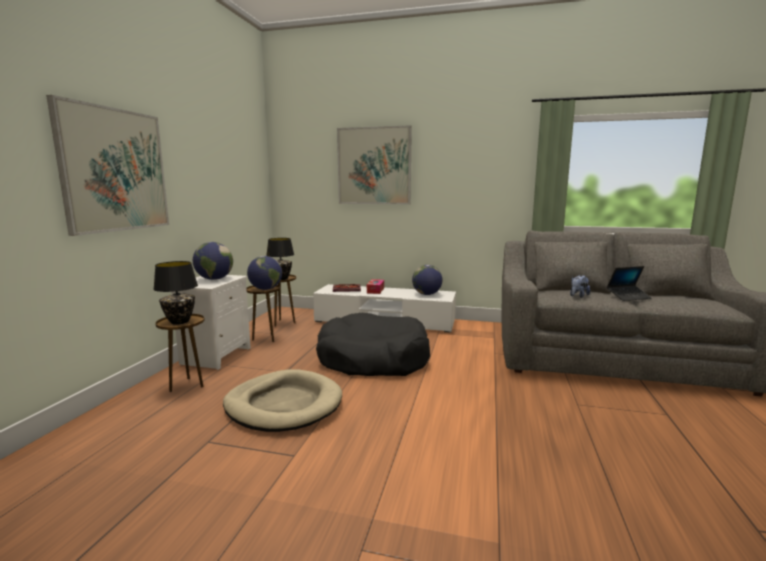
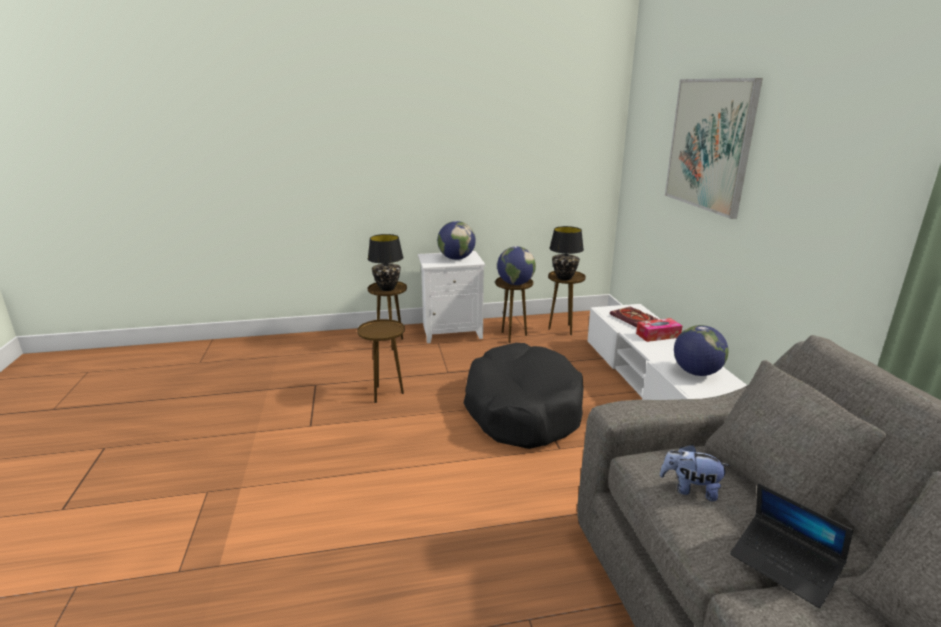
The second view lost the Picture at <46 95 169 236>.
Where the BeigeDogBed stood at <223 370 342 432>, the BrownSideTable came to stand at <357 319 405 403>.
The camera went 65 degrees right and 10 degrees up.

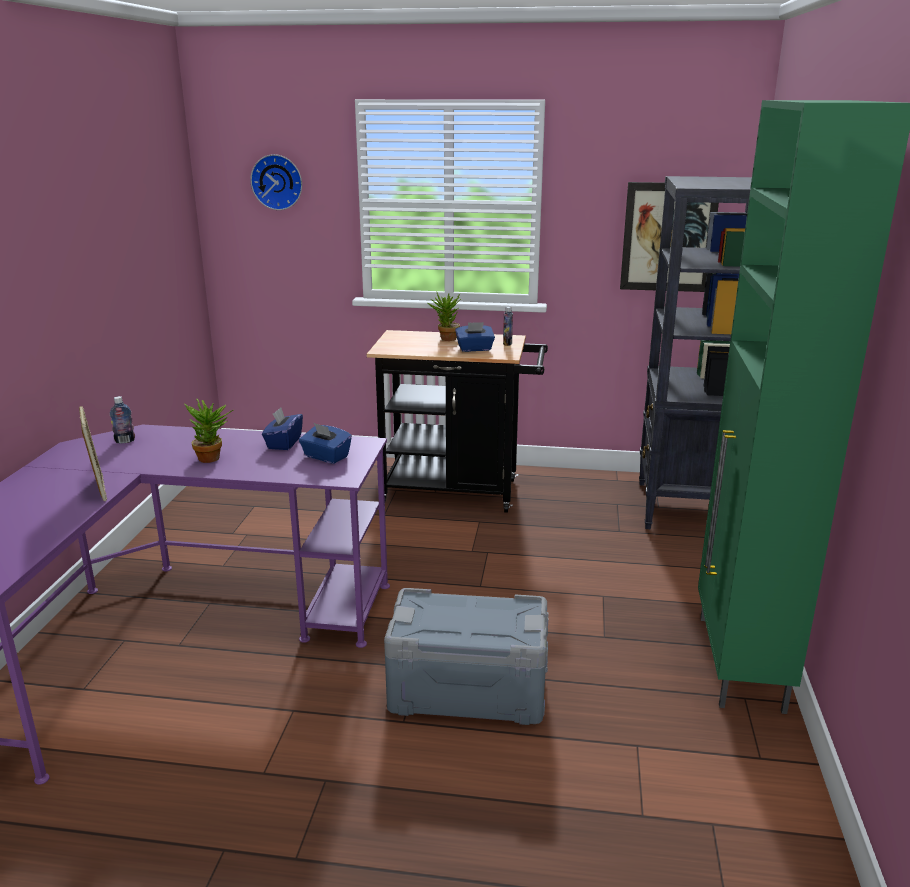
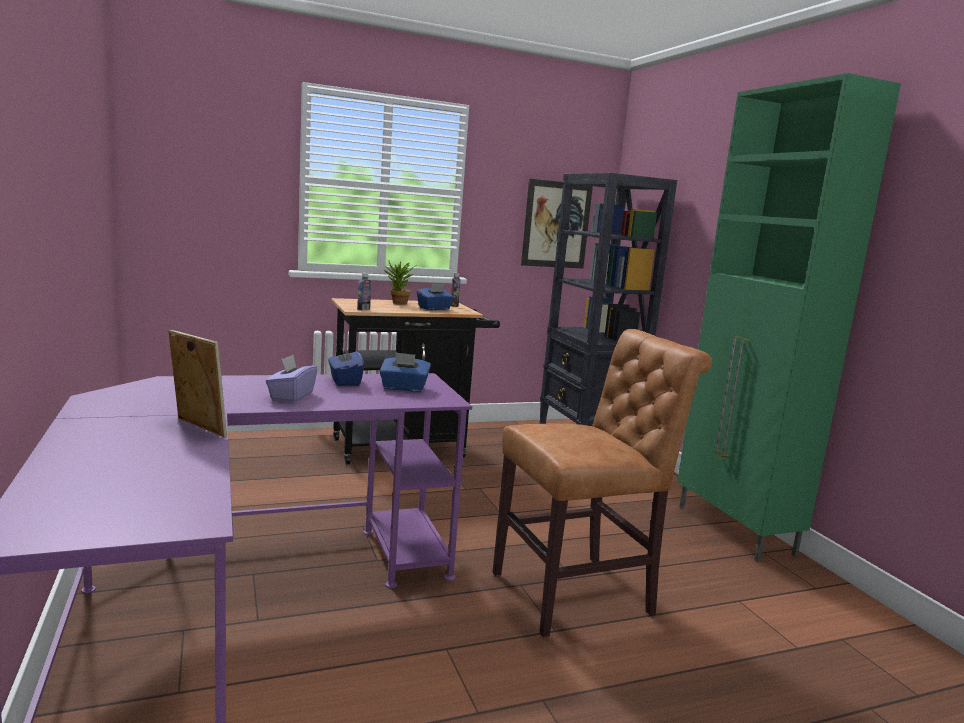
The second view lost the WallClock at <250 154 302 210>.
The Bottle ended up elsewhere, having gone from <110 396 135 443> to <357 273 371 310>.
Where the PottedPlant stood at <185 399 233 463>, the PurpleTissueBox came to stand at <266 355 317 403>.
Where the GreyStorageBox stood at <384 588 548 725>, the BrownChair came to stand at <493 329 712 637>.
The camera went 30 degrees left and 10 degrees down.

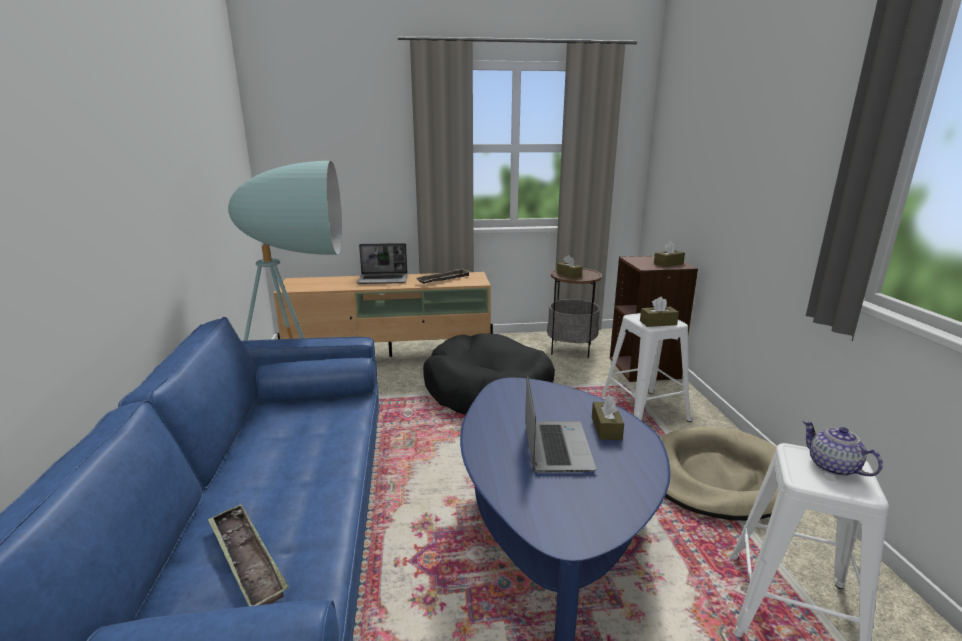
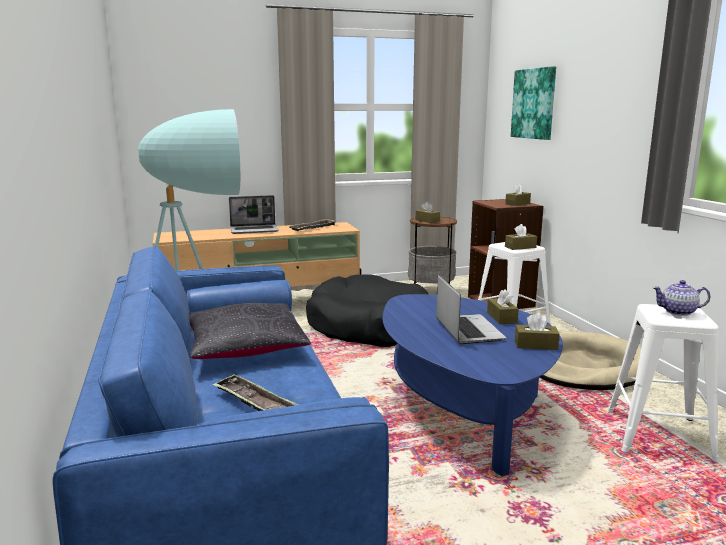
The Teapot at <802 420 883 476> ended up facing another way, 45 degrees counterclockwise from before.
The second view gained the Picture at <511 66 556 140>.
The second view gained the BlackPillow at <189 303 311 359>.
The second view gained the BrownTissueBox at <515 313 560 350>.
The camera went 10 degrees left and 5 degrees down.

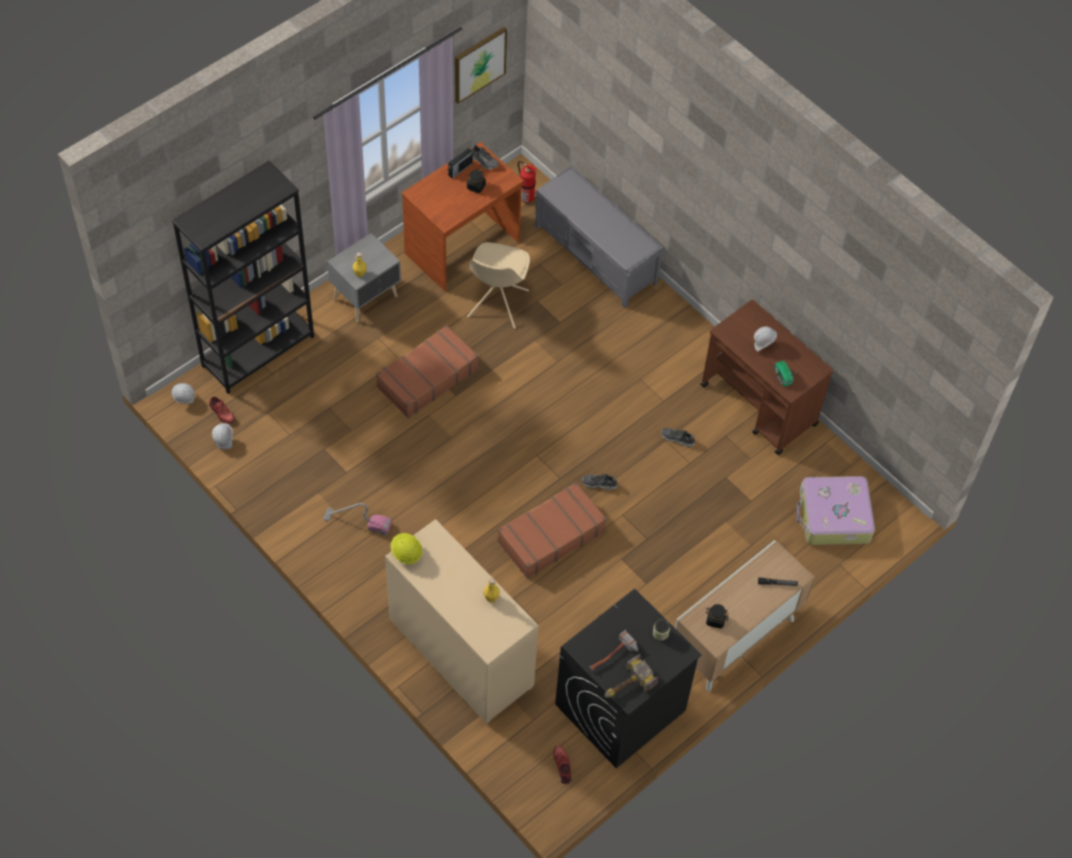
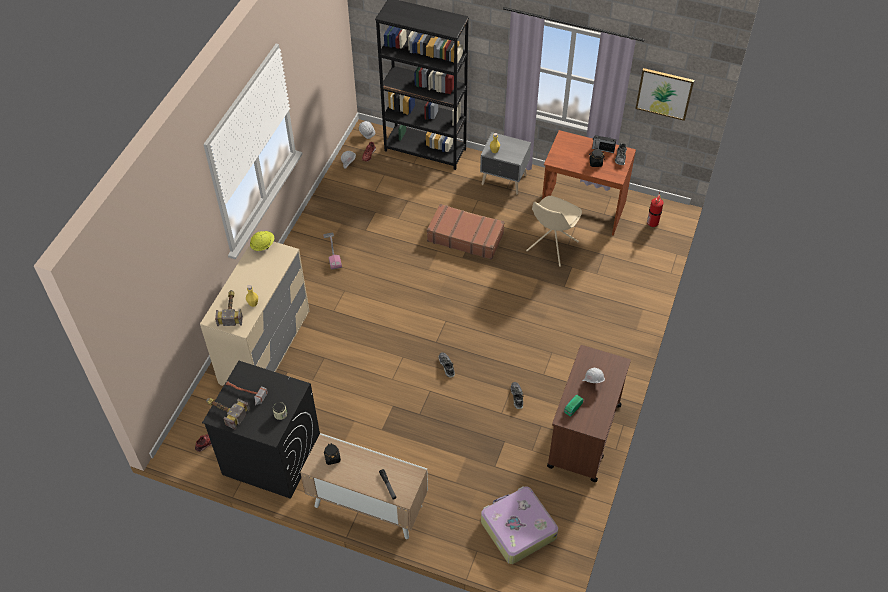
The second view lost the GreyBench at <535 166 664 308>.
The BeigeChair at <467 242 530 329> ended up facing another way, 45 degrees counterclockwise from before.
The second view lost the BrownSuitcase at <497 482 607 579>.
The second view gained the Hammer at <215 290 243 326>.
The camera went 65 degrees right and 5 degrees down.

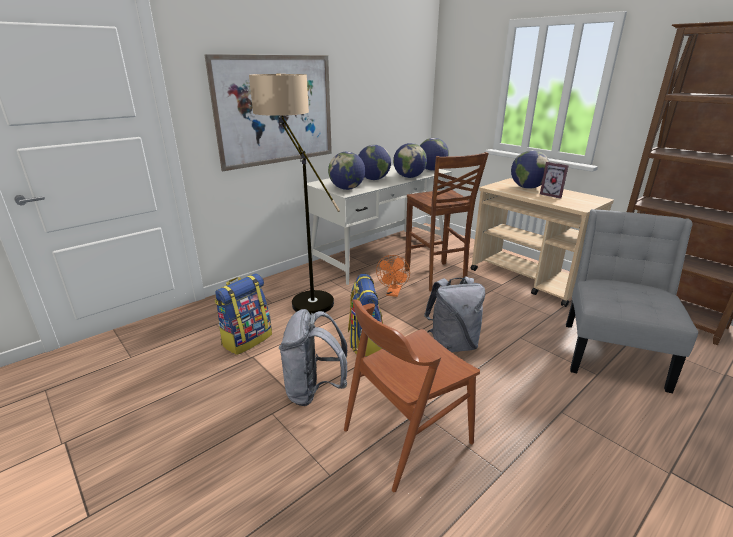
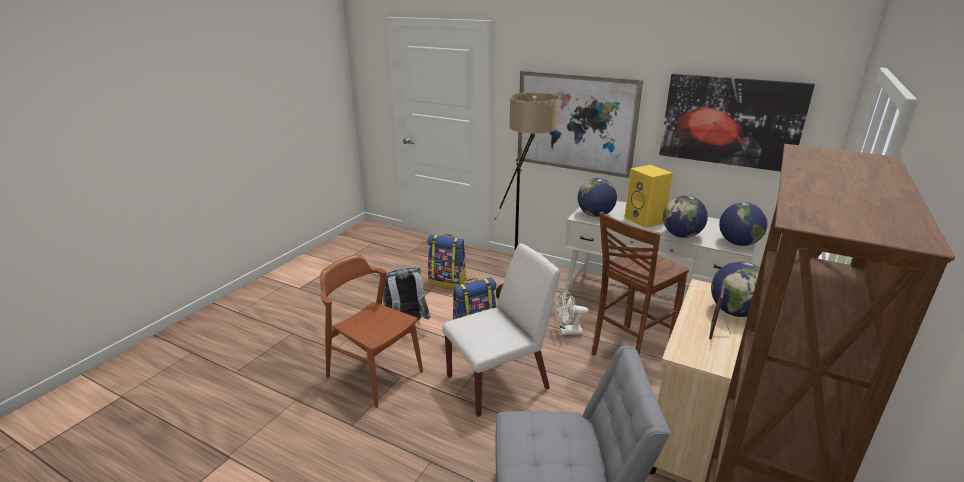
Where the Globe stood at <358 145 391 180>, the YellowSpeaker came to stand at <624 165 673 228>.
What was the OrangeFan at <376 255 410 297> turned into the WhiteFan at <555 290 588 335>.
Where the GreyBackpack stood at <424 276 485 352>, the WhiteChair came to stand at <443 243 560 417>.
The second view gained the Picture at <659 74 815 172>.
The camera went 70 degrees right and 0 degrees up.

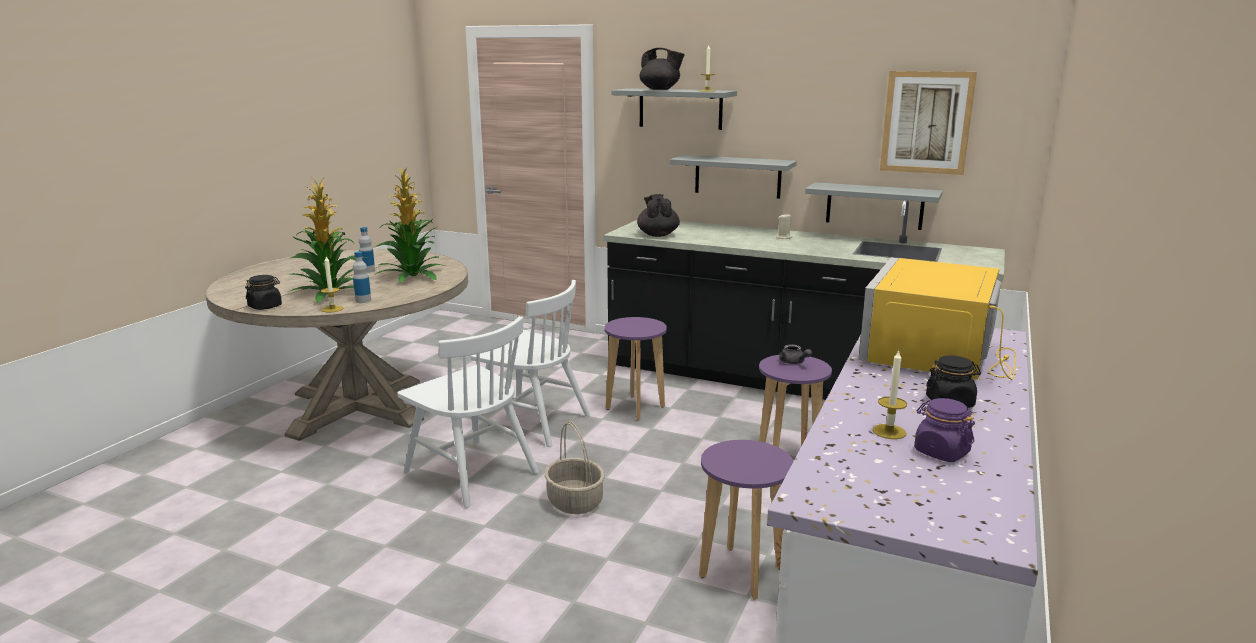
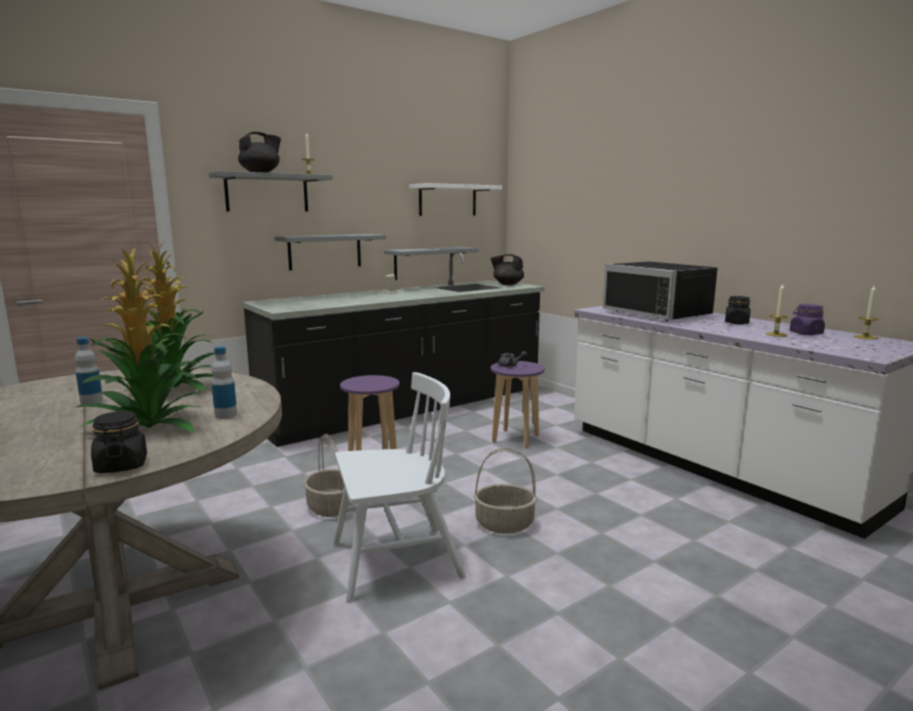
Where the Picture hung at <880 71 977 175>, the WhiteShelf came to hang at <409 183 502 216>.
The BlackTeapot ended up elsewhere, having gone from <637 194 680 237> to <491 254 524 285>.
The Candle ended up elsewhere, having gone from <321 256 343 313> to <854 286 879 340>.
What was the YellowMicrowave at <858 257 1017 380> turned into the BlackMicrowave at <603 262 718 321>.
Where the WhiteChair stood at <471 280 590 447>, the Basket came to stand at <304 434 353 517>.
The second view lost the PurpleStool at <699 440 793 599>.
The camera went 60 degrees left and 5 degrees down.

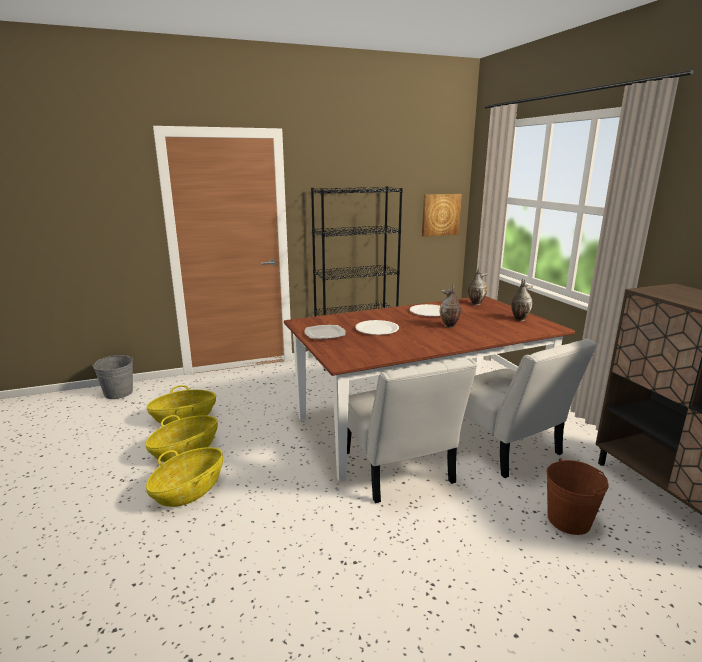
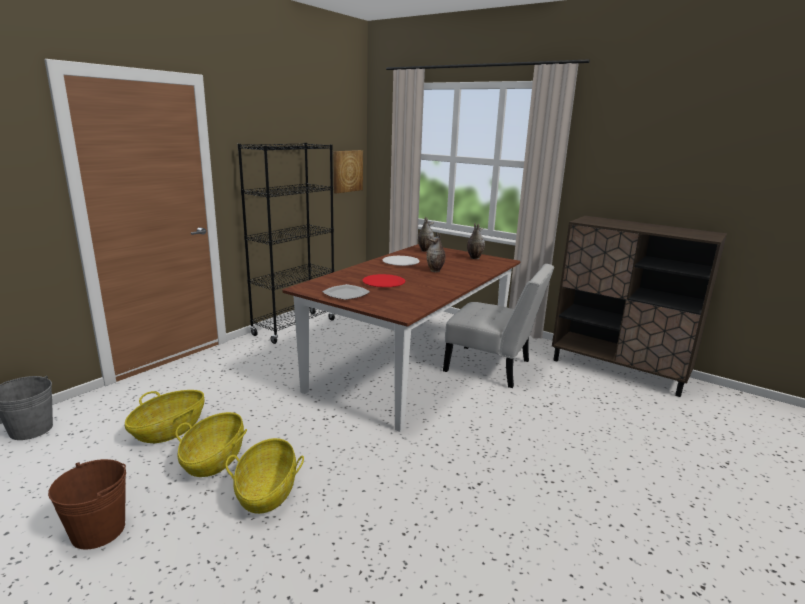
What was the WhitePlate at <355 320 399 335> turned into the RedPlate at <362 274 405 287>.
The second view lost the WhiteChair at <347 358 477 503>.
The BrownBucket ended up elsewhere, having gone from <546 458 608 535> to <48 459 126 550>.
The camera went 35 degrees left and 0 degrees up.

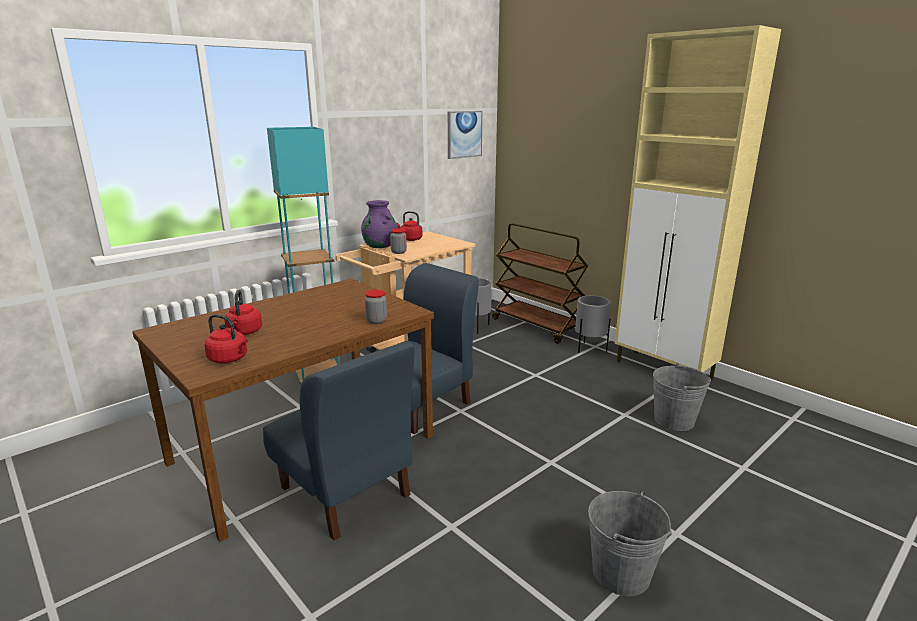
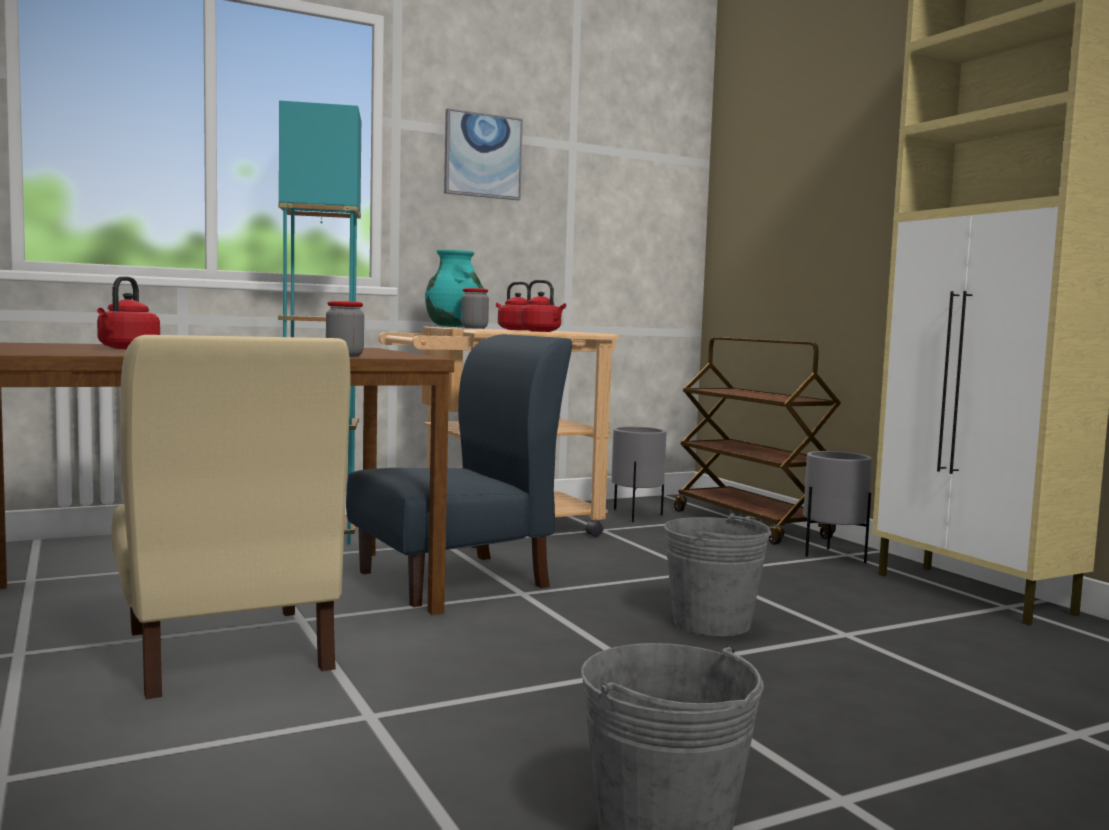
The Picture ended up elsewhere, having gone from <448 111 483 159> to <444 108 523 200>.
What was the PurpleVase at <361 200 398 248> turned into the TurquoiseVase at <425 250 487 327>.
The RedKettle ended up elsewhere, having gone from <205 314 248 363> to <520 280 566 332>.
What was the BlueChair at <263 342 415 541> turned into the BeigeChair at <111 335 351 699>.
The GreyBucket ended up elsewhere, having gone from <653 363 711 431> to <664 513 772 636>.
The camera went 15 degrees right and 15 degrees down.

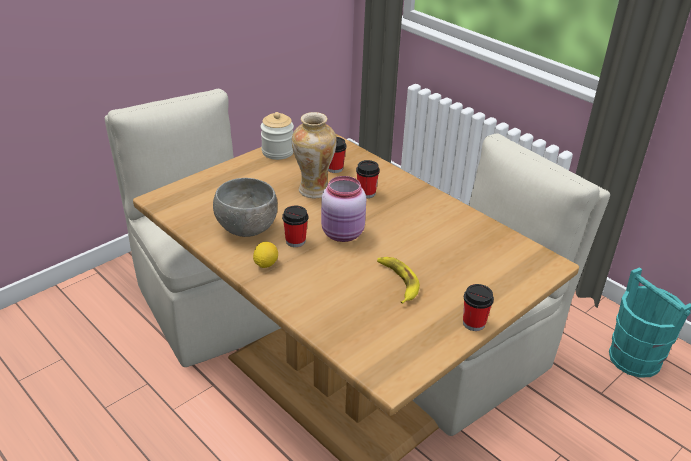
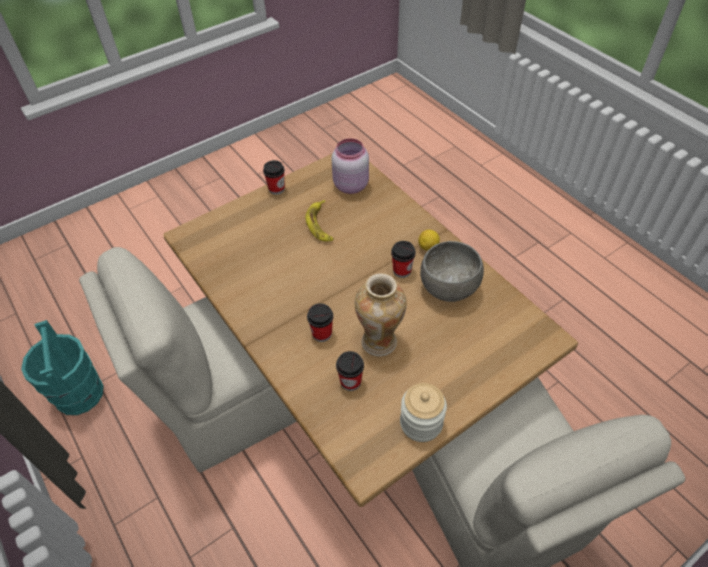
The PinkJar ended up elsewhere, having gone from <321 176 366 242> to <332 138 369 194>.
The camera went 170 degrees left and 15 degrees up.

